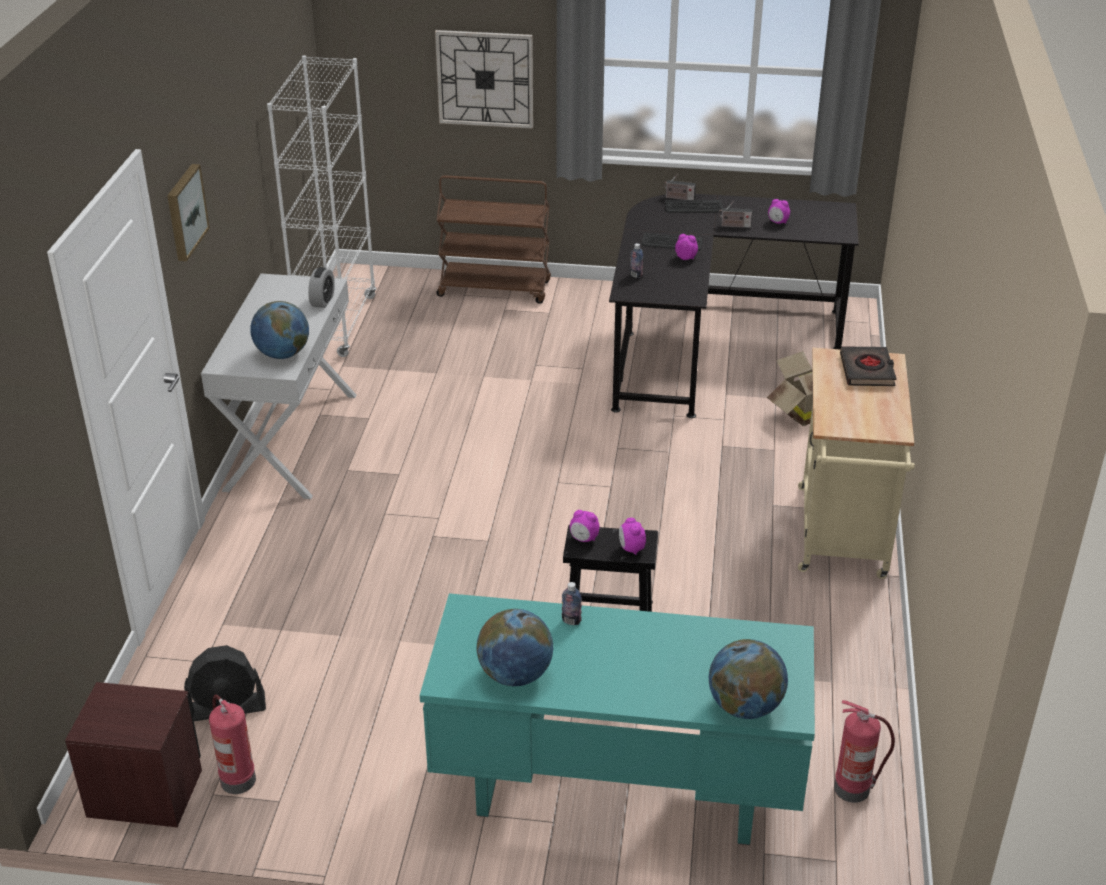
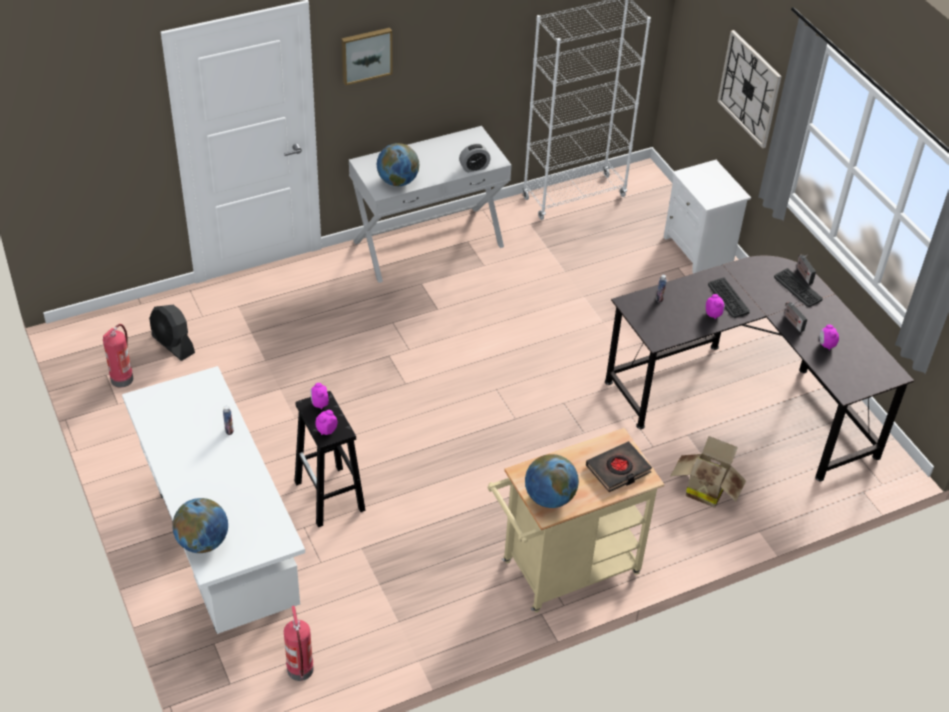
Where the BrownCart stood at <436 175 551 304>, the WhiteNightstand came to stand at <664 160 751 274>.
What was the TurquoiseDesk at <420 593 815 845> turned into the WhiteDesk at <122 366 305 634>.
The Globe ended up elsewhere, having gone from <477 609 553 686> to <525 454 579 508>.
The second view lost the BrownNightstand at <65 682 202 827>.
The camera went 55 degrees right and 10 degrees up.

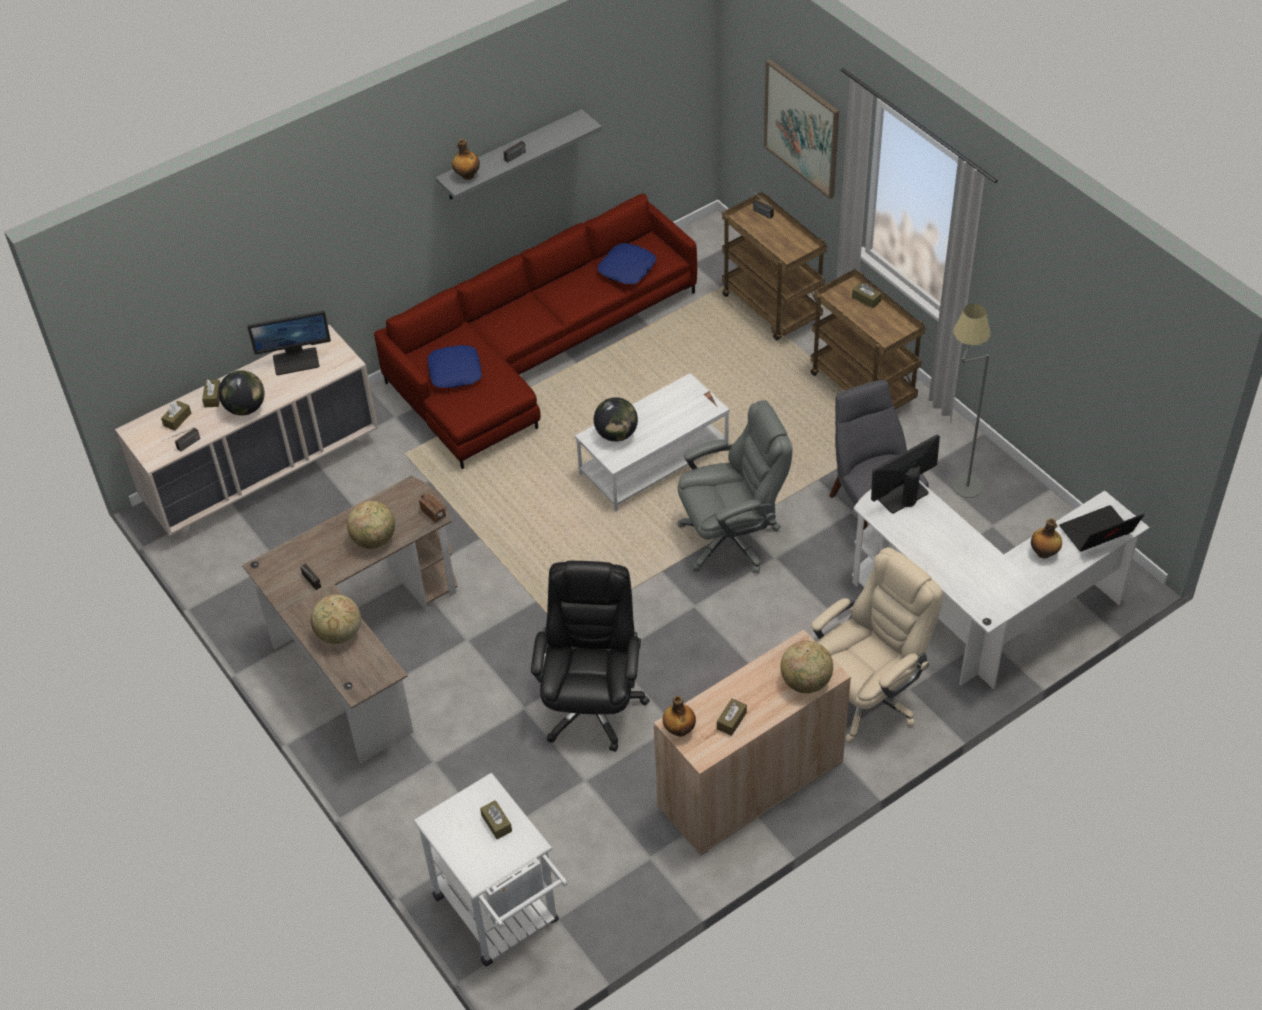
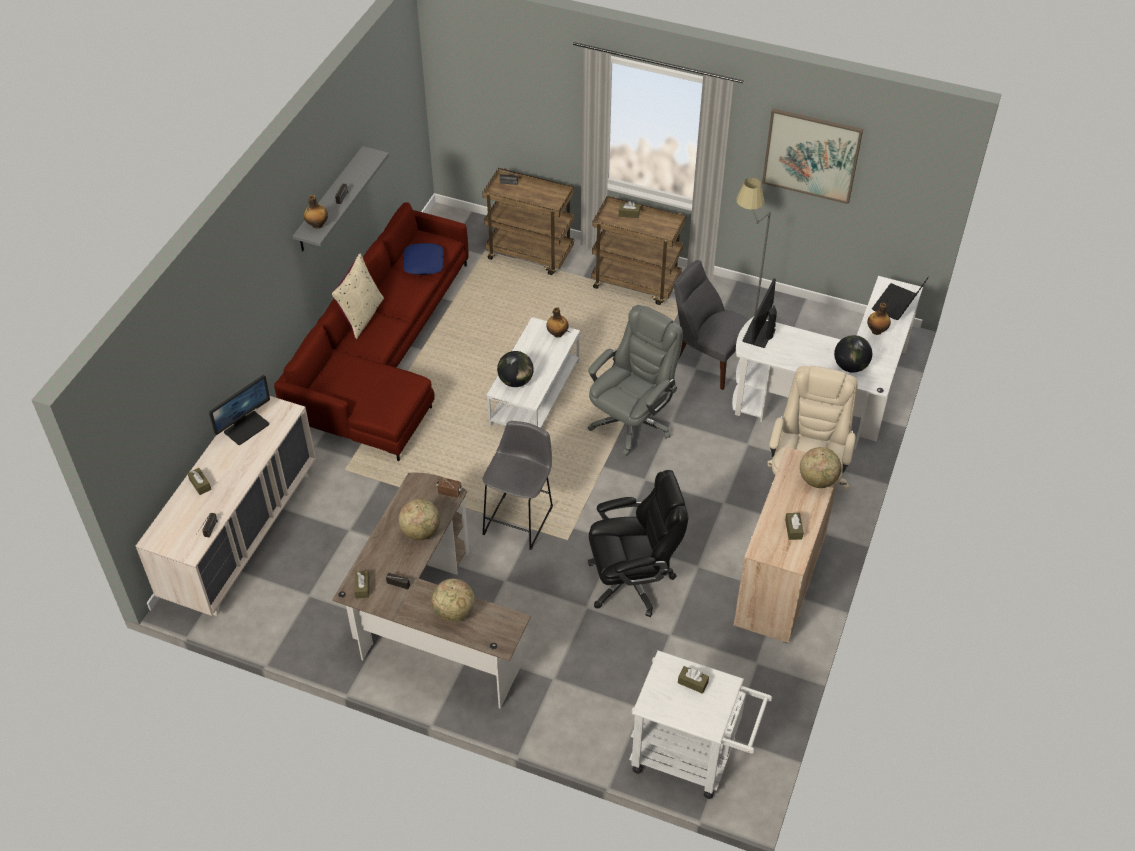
The Picture ended up elsewhere, having gone from <764 59 839 199> to <762 108 863 204>.
The second view lost the BluePillow at <427 345 482 388>.
The Globe ended up elsewhere, having gone from <219 370 264 416> to <834 335 872 373>.
The BrownTissueBox ended up elsewhere, having gone from <161 401 191 431> to <354 570 370 598>.
The BlackOfficeChair at <531 561 650 752> ended up facing another way, 105 degrees clockwise from before.
The Bottle ended up elsewhere, having gone from <663 696 696 737> to <546 307 569 338>.
The second view gained the BeigePillow at <331 253 384 339>.
The second view gained the GreyStool at <482 421 553 550>.
The camera went 35 degrees left and 0 degrees up.

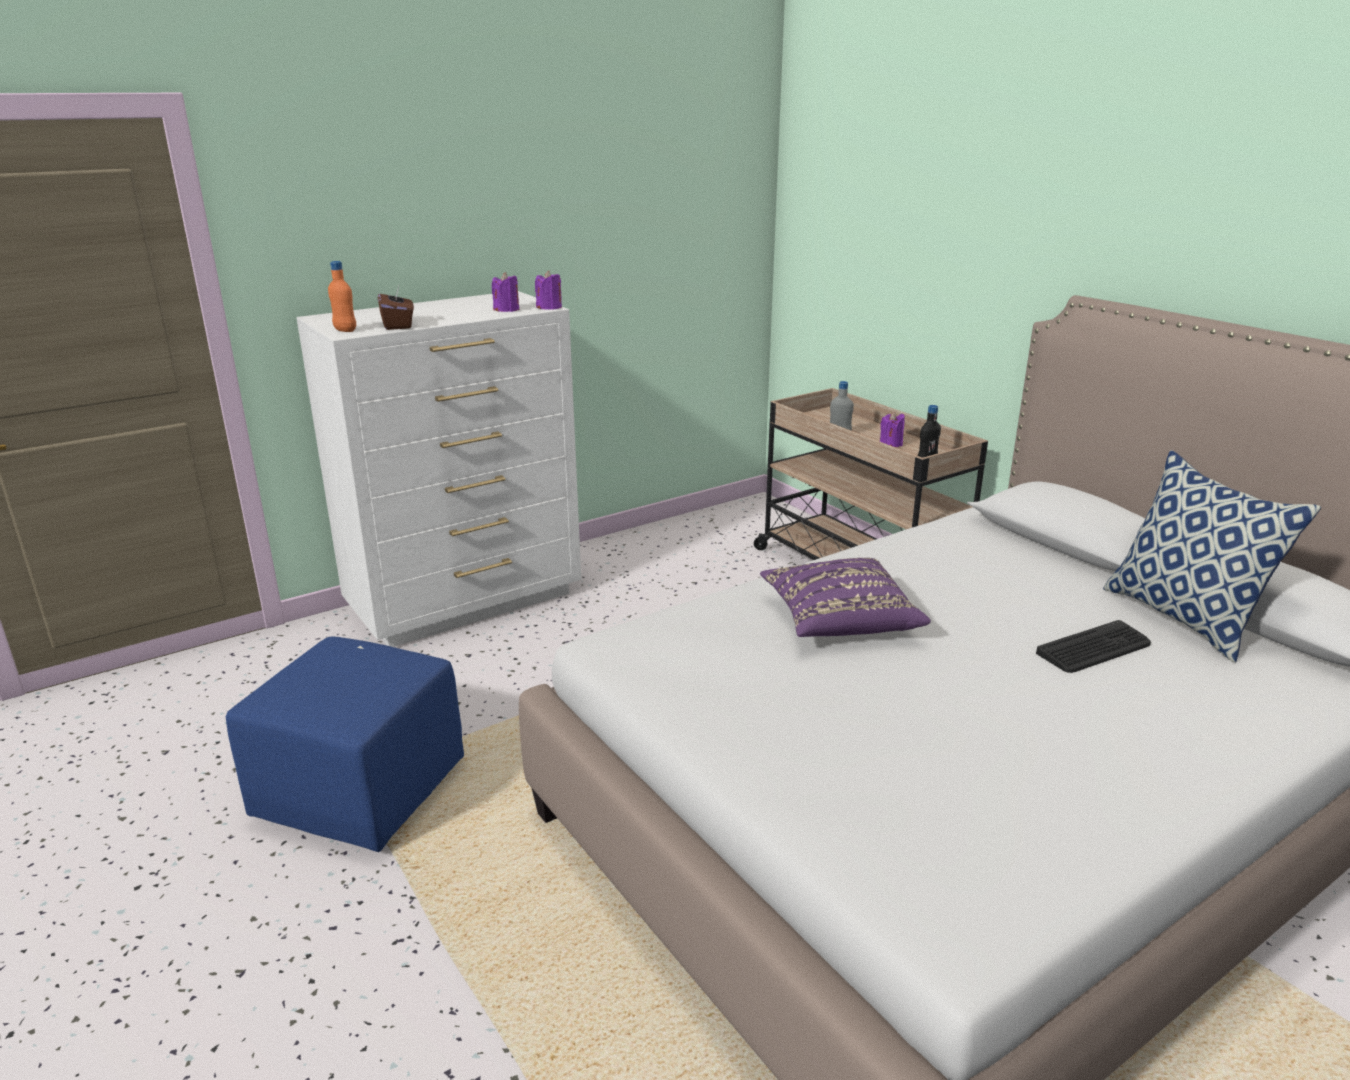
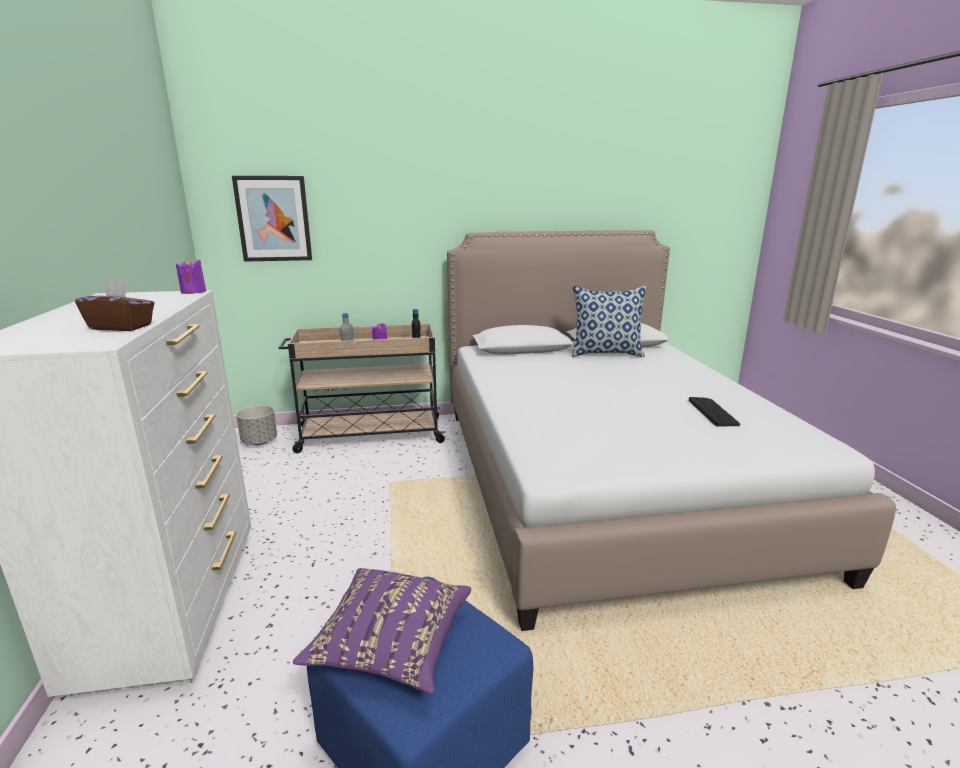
The second view lost the OrangeBottle at <328 261 356 332>.
The second view lost the PurpleCandle at <492 272 519 312>.
The PurplePillow ended up elsewhere, having gone from <760 558 931 637> to <293 568 471 694>.
The Keyboard ended up elsewhere, having gone from <1036 620 1151 673> to <689 397 740 427>.
The second view gained the Picture at <232 176 312 262>.
The second view gained the GreyPlanter at <236 405 277 445>.
The camera went 65 degrees left and 5 degrees down.

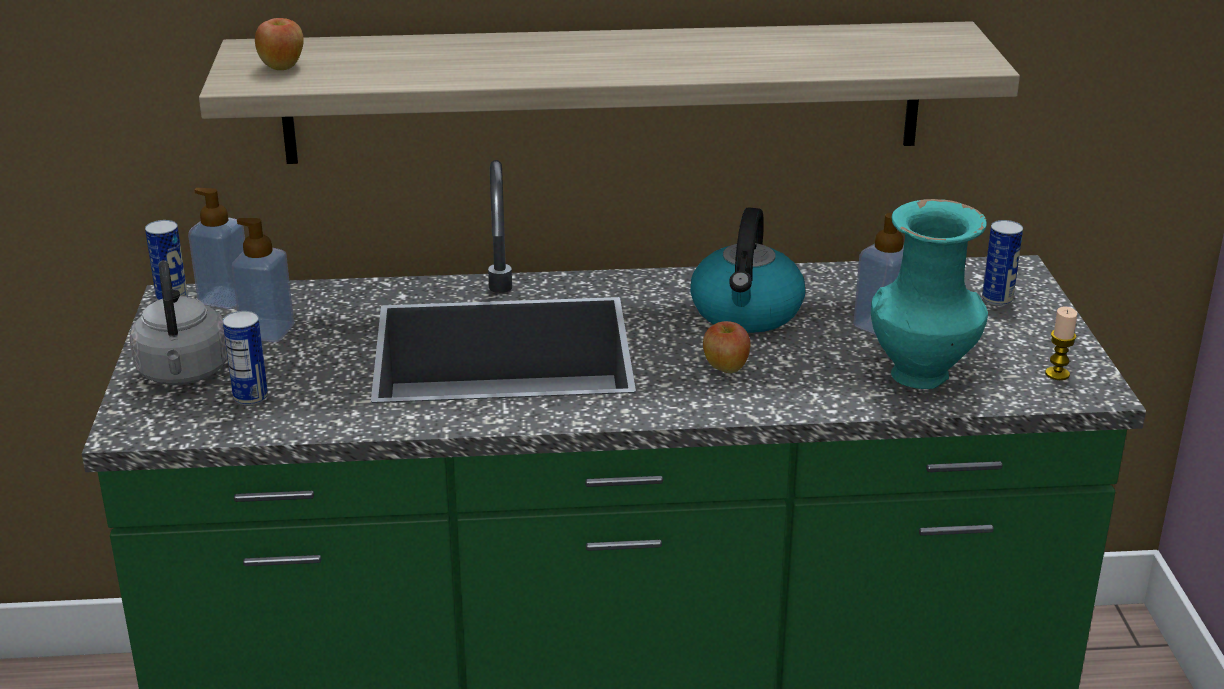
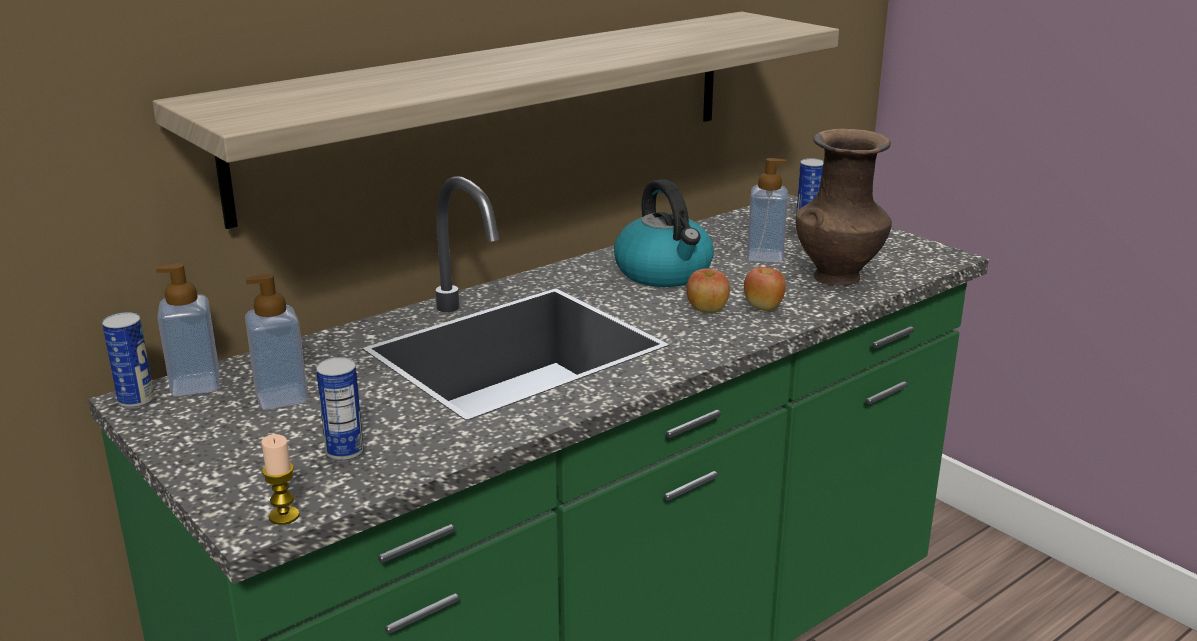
The Apple ended up elsewhere, having gone from <255 18 304 70> to <744 267 786 311>.
What was the TurquoiseVase at <871 199 988 389> turned into the BrownVase at <796 129 892 286>.
The second view lost the GreyKettle at <129 260 228 385>.
The Candle ended up elsewhere, having gone from <1045 306 1077 380> to <261 434 300 525>.
The camera went 35 degrees left and 5 degrees down.

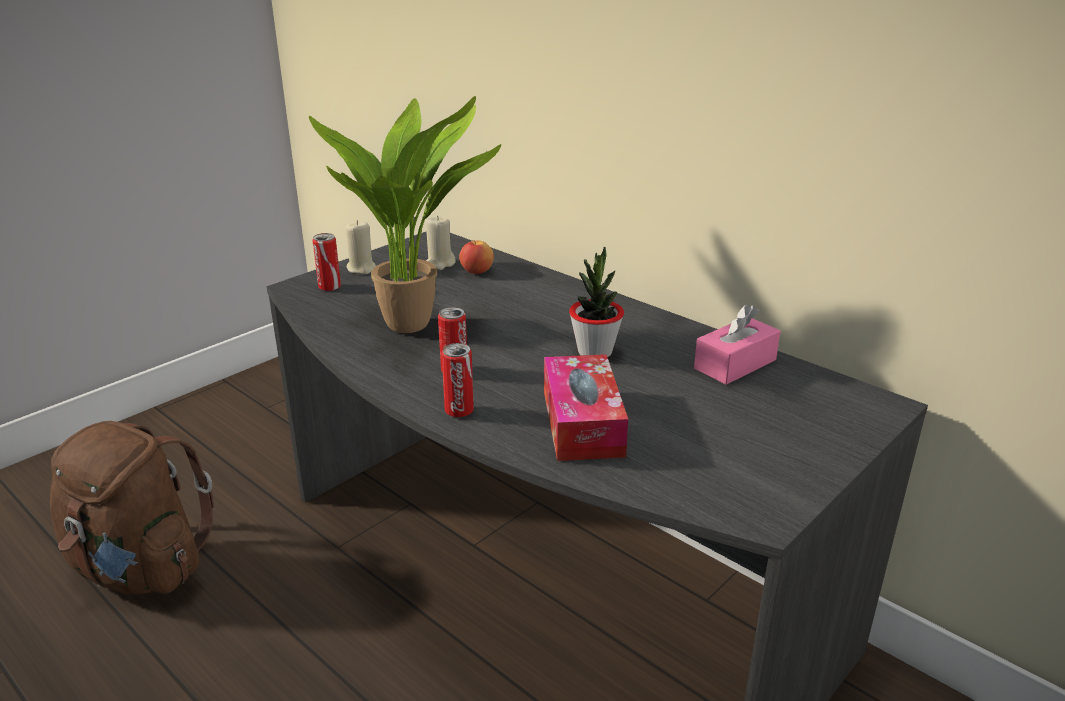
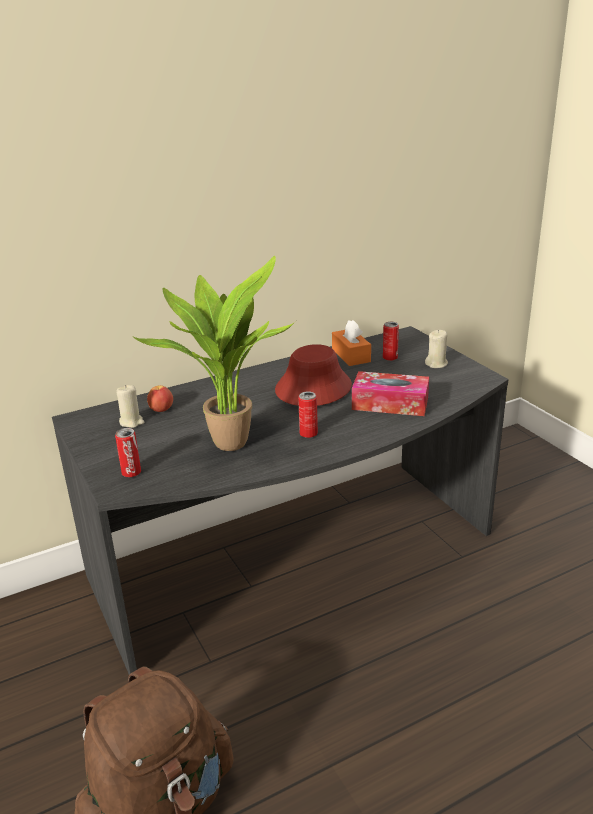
The BeigeCandle ended up elsewhere, having gone from <345 220 376 274> to <425 330 448 368>.
Where the PottedPlant stood at <569 246 624 358>, the RedHat came to stand at <275 344 352 406>.
What was the PinkTissueBox at <694 305 780 385> turned into the OrangeTissueBox at <332 320 371 366>.
The Can ended up elsewhere, having gone from <442 343 474 417> to <383 322 399 361>.
The camera went 70 degrees left and 0 degrees up.

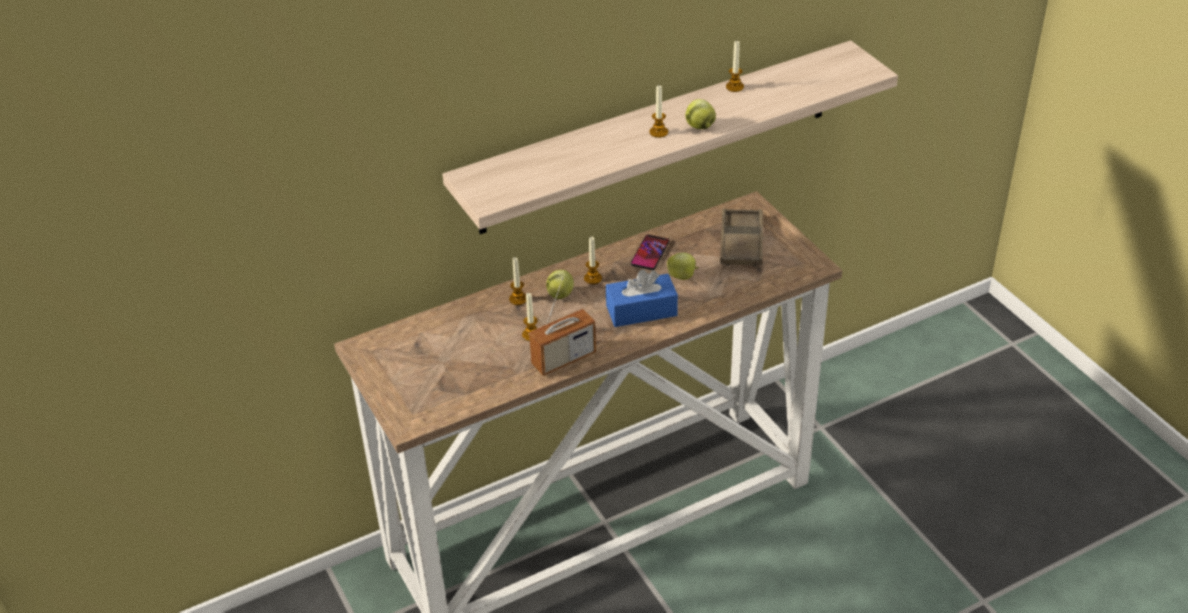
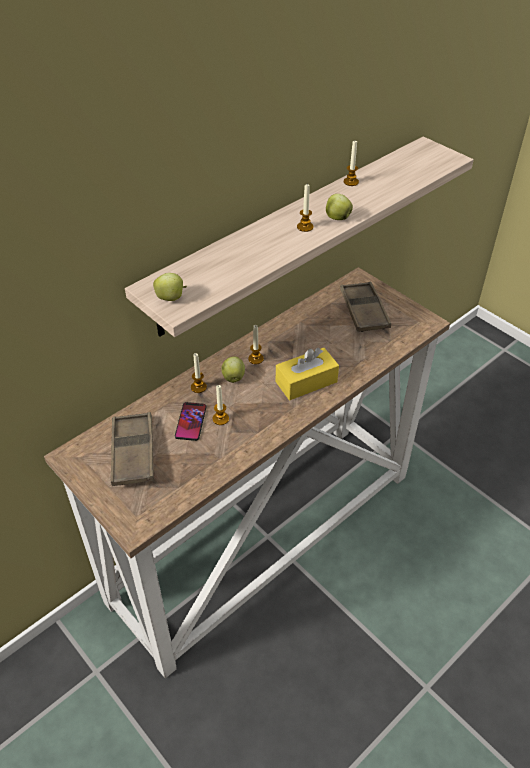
The Phone ended up elsewhere, having gone from <631 234 670 270> to <175 402 207 441>.
The Apple ended up elsewhere, having gone from <667 252 699 280> to <153 273 187 301>.
What was the BlueTissueBox at <606 269 678 327> turned into the YellowTissueBox at <276 348 339 400>.
The second view lost the Radio at <529 277 596 376>.
The second view gained the BrownTray at <111 412 154 486>.
The camera went 15 degrees left and 5 degrees up.

